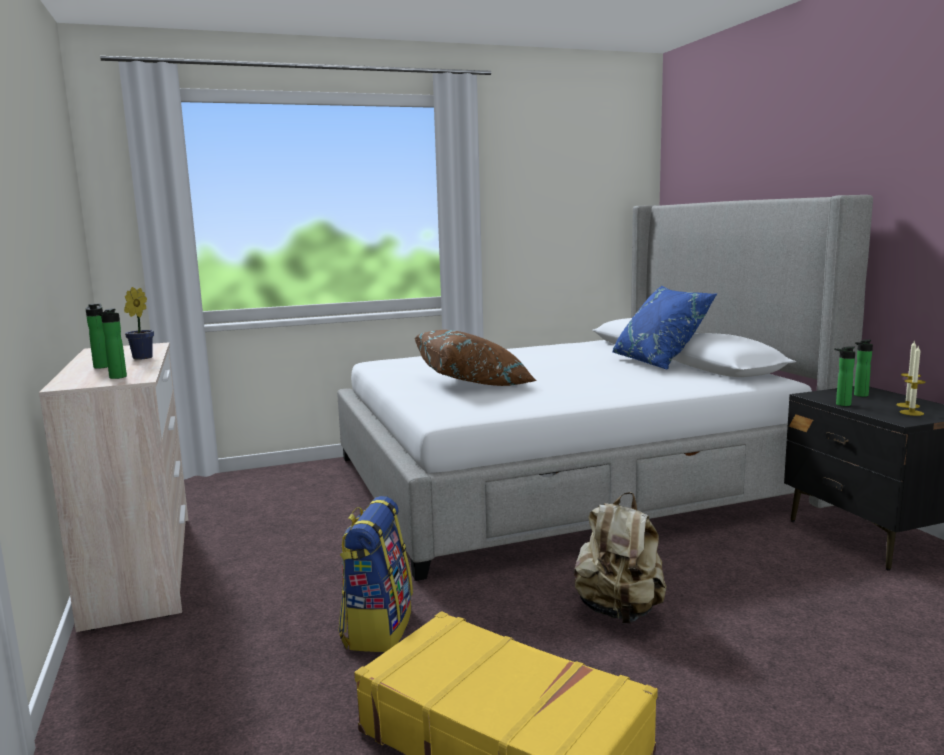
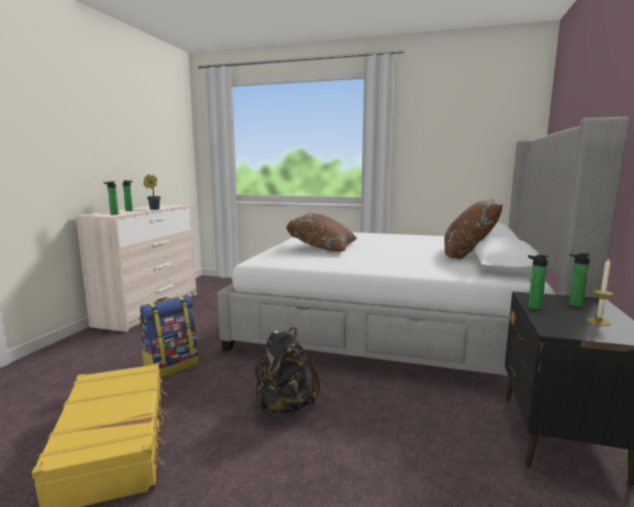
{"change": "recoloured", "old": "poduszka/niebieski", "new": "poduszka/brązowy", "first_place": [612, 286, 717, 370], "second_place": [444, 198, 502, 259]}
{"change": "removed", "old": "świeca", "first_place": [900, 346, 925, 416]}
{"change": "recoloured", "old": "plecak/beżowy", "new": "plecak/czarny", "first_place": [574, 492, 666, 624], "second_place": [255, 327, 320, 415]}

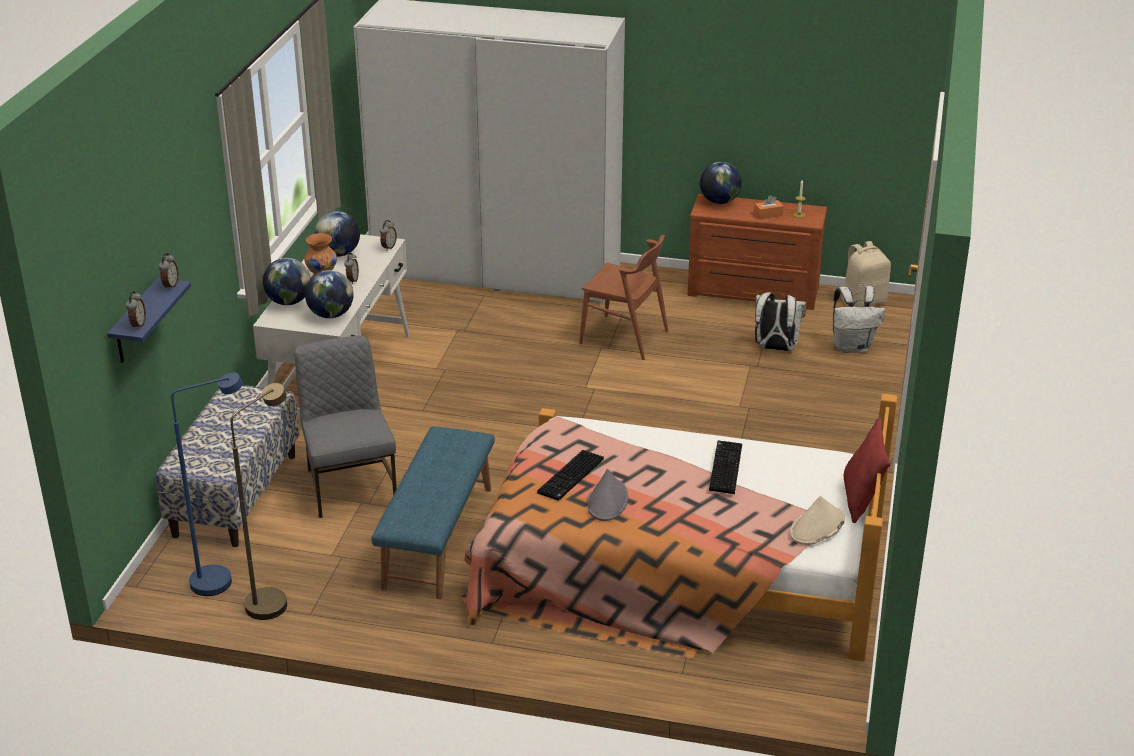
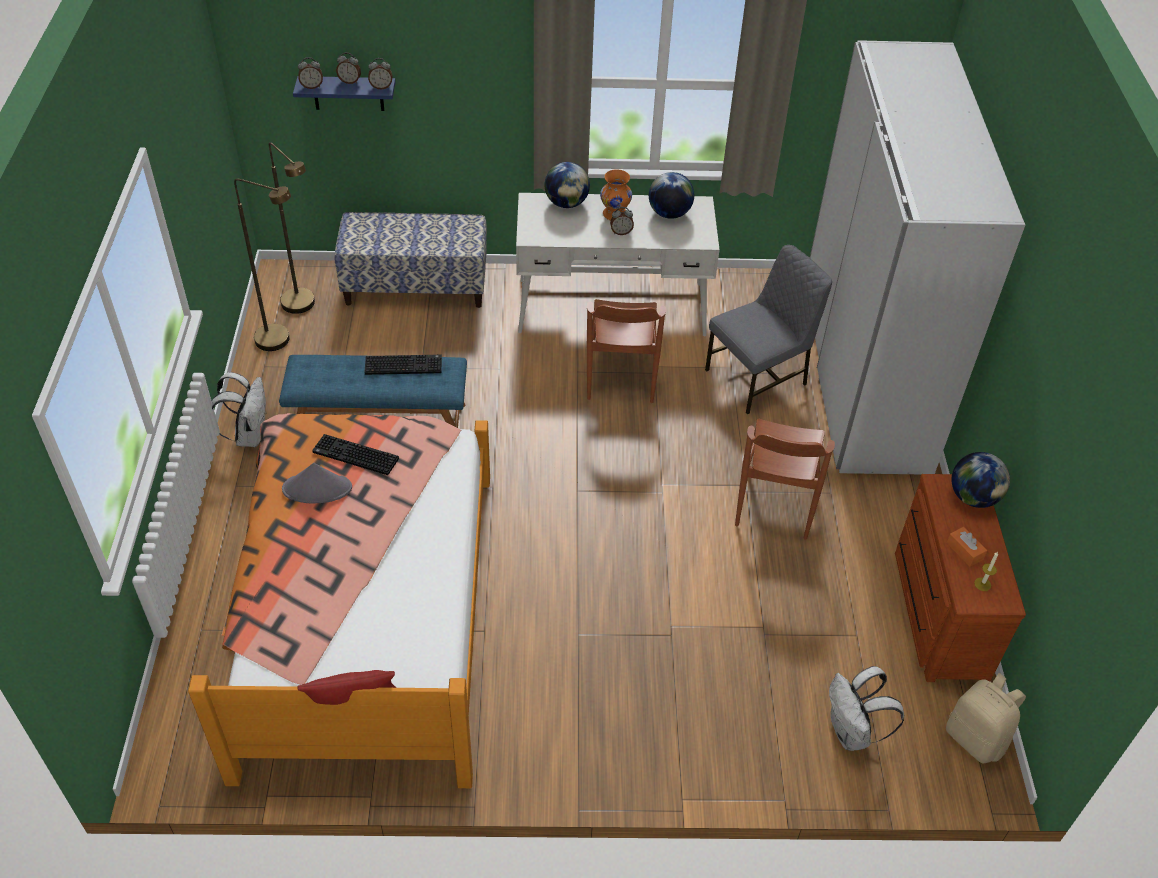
{"change": "moved", "old": "budzik", "first_place": [380, 220, 397, 251], "second_place": [336, 52, 361, 84]}
{"change": "removed", "old": "globus", "first_place": [305, 270, 354, 318]}
{"change": "moved", "old": "plecak/biały", "first_place": [755, 292, 806, 351], "second_place": [211, 372, 266, 447]}
{"change": "moved", "old": "krzesło/szary", "first_place": [294, 336, 397, 518], "second_place": [705, 245, 832, 414]}
{"change": "recoloured", "old": "lampa stojąca/niebieski", "new": "lampa stojąca/brązowy", "first_place": [171, 372, 243, 596], "second_place": [269, 142, 315, 314]}
{"change": "moved", "old": "klawiatura", "first_place": [709, 440, 742, 494], "second_place": [364, 355, 442, 375]}
{"change": "removed", "old": "kapelusz/beżowy", "first_place": [790, 496, 845, 545]}
{"change": "added", "new": "krzesło/brązowy", "second_place": [587, 299, 666, 403]}

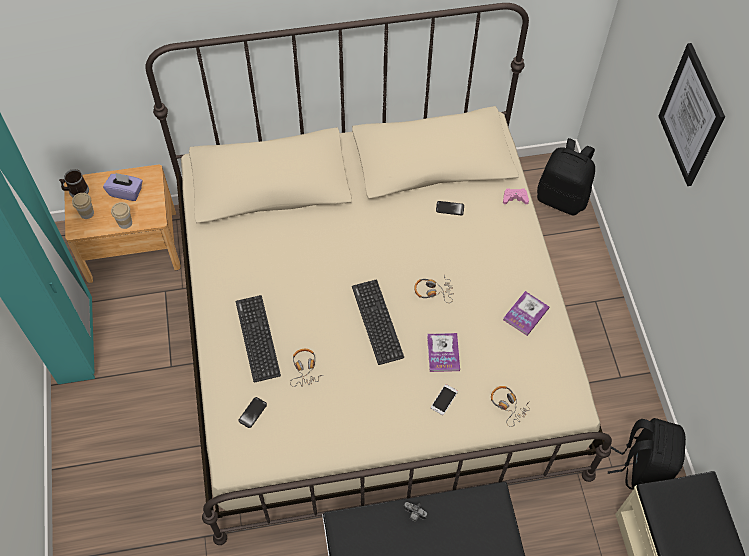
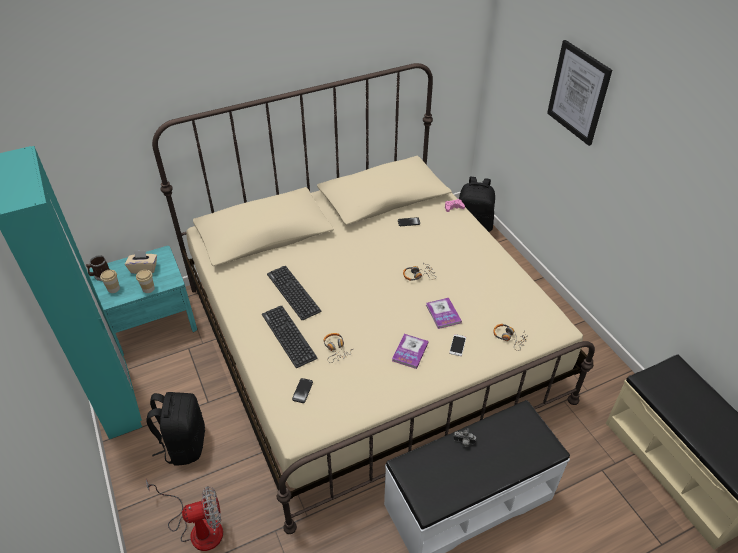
{"change": "recoloured", "old": "szafka nocna/brązowy", "new": "szafka nocna/turkusowy", "first_place": [64, 165, 181, 283], "second_place": [89, 246, 197, 356]}
{"change": "recoloured", "old": "pudełko chusteczek/fioletowy", "new": "pudełko chusteczek/beżowy", "first_place": [103, 172, 142, 201], "second_place": [125, 251, 157, 274]}
{"change": "moved", "old": "klawiatura", "first_place": [352, 279, 404, 365], "second_place": [267, 266, 321, 320]}
{"change": "moved", "old": "książka", "first_place": [503, 291, 549, 336], "second_place": [392, 334, 428, 369]}
{"change": "moved", "old": "plecak/czarny", "first_place": [607, 418, 686, 490], "second_place": [146, 392, 205, 465]}
{"change": "added", "new": "wentylator", "second_place": [146, 479, 223, 551]}

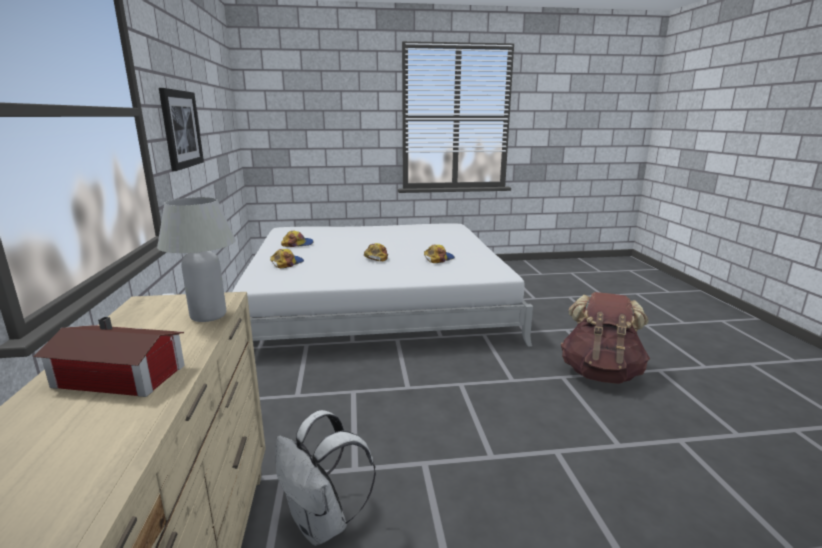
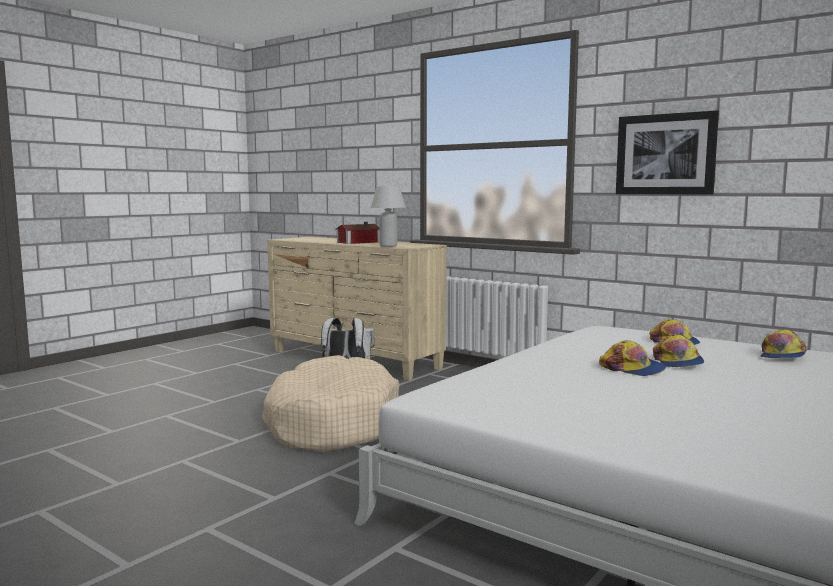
{"change": "moved", "old": "czapka z daszkiem", "first_place": [424, 245, 455, 263], "second_place": [653, 335, 704, 367]}
{"change": "removed", "old": "plecak/brązowy", "first_place": [561, 292, 650, 384]}
{"change": "added", "new": "legowisko/beżowy", "second_place": [262, 355, 399, 452]}

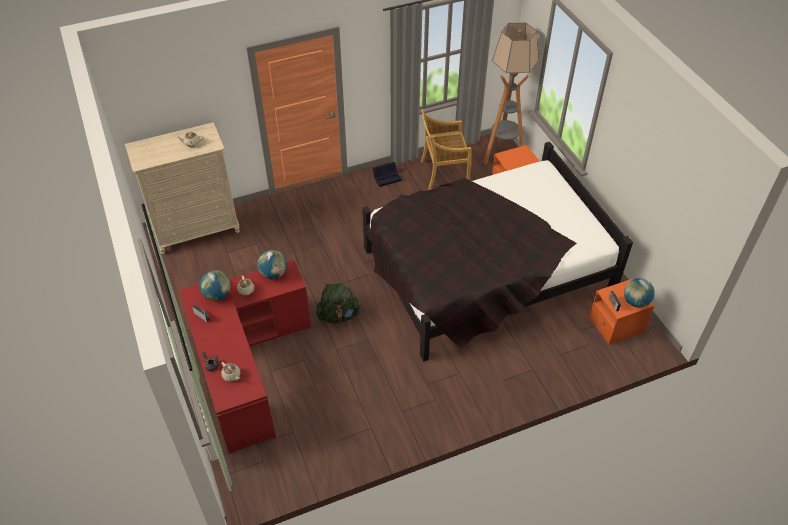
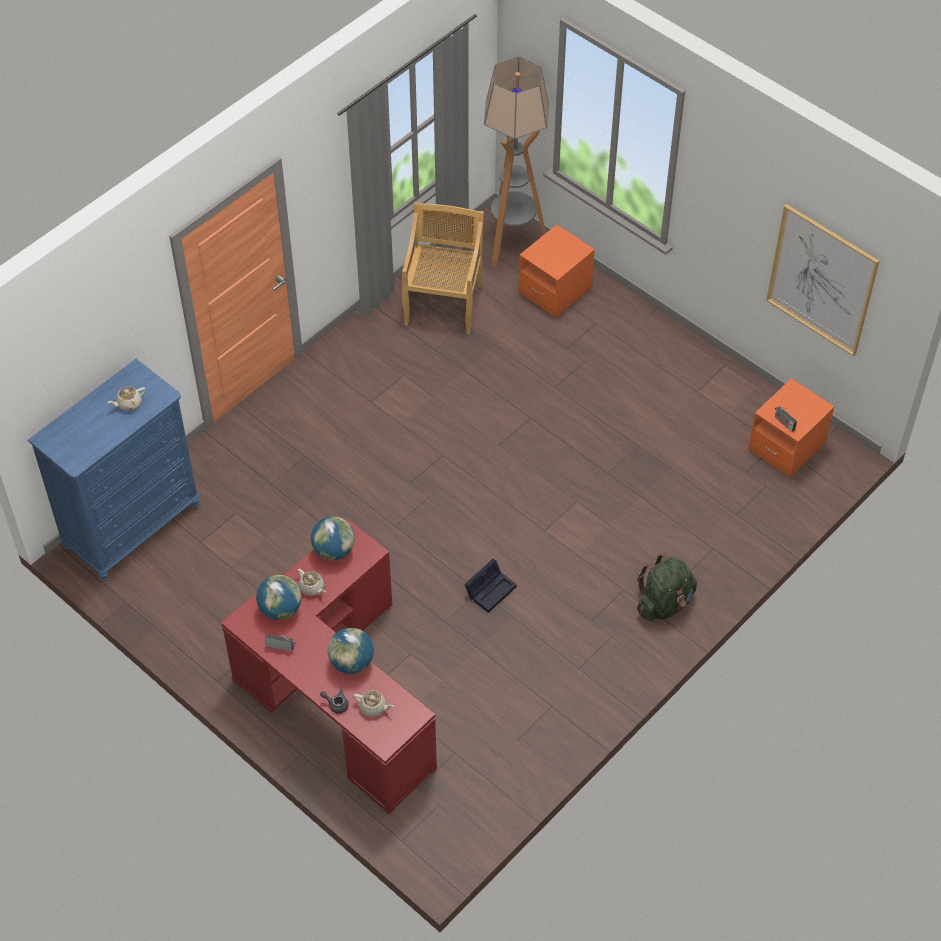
{"change": "turned", "old": "krzesło/beżowy", "first_place": [421, 109, 472, 190], "second_place": [402, 202, 484, 334], "degrees": 135}
{"change": "recoloured", "old": "komoda/beżowy", "new": "komoda/niebieski", "first_place": [125, 122, 240, 254], "second_place": [28, 359, 200, 581]}
{"change": "removed", "old": "łóżko/czarny", "first_place": [362, 142, 633, 361]}
{"change": "moved", "old": "pojemnik do przechowywania/czarny", "first_place": [373, 162, 401, 187], "second_place": [464, 559, 517, 613]}
{"change": "moved", "old": "globus", "first_place": [624, 278, 655, 308], "second_place": [328, 628, 374, 674]}
{"change": "moved", "old": "plecak/zielony", "first_place": [316, 281, 361, 323], "second_place": [637, 553, 697, 621]}
{"change": "added", "new": "obraz", "second_place": [766, 204, 879, 356]}

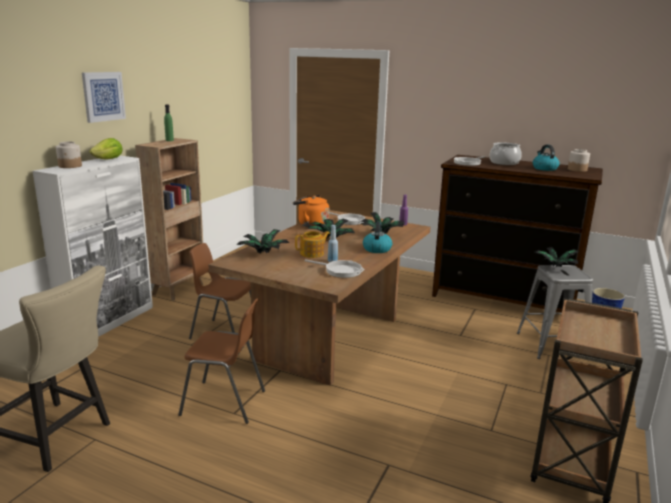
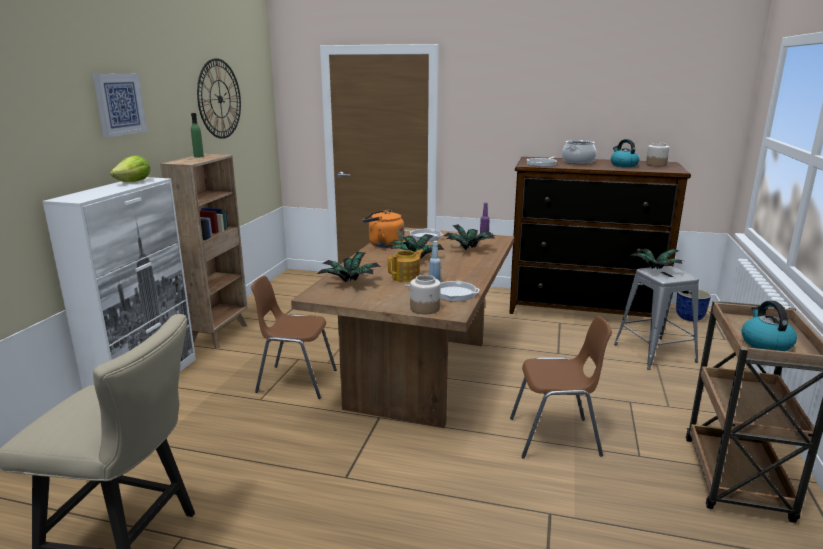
{"change": "moved", "old": "słoik", "first_place": [56, 142, 82, 168], "second_place": [410, 275, 441, 314]}
{"change": "moved", "old": "czajnik", "first_place": [363, 222, 392, 253], "second_place": [742, 301, 797, 351]}
{"change": "moved", "old": "krzesło/brązowy", "first_place": [178, 298, 265, 424], "second_place": [510, 316, 612, 459]}
{"change": "added", "new": "zegar ścienny", "second_place": [197, 58, 241, 139]}

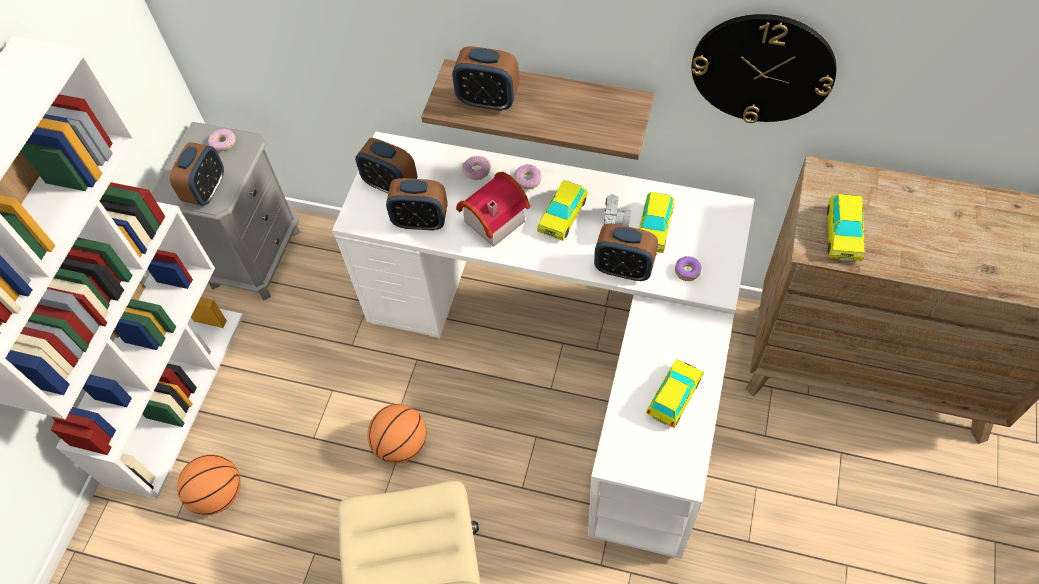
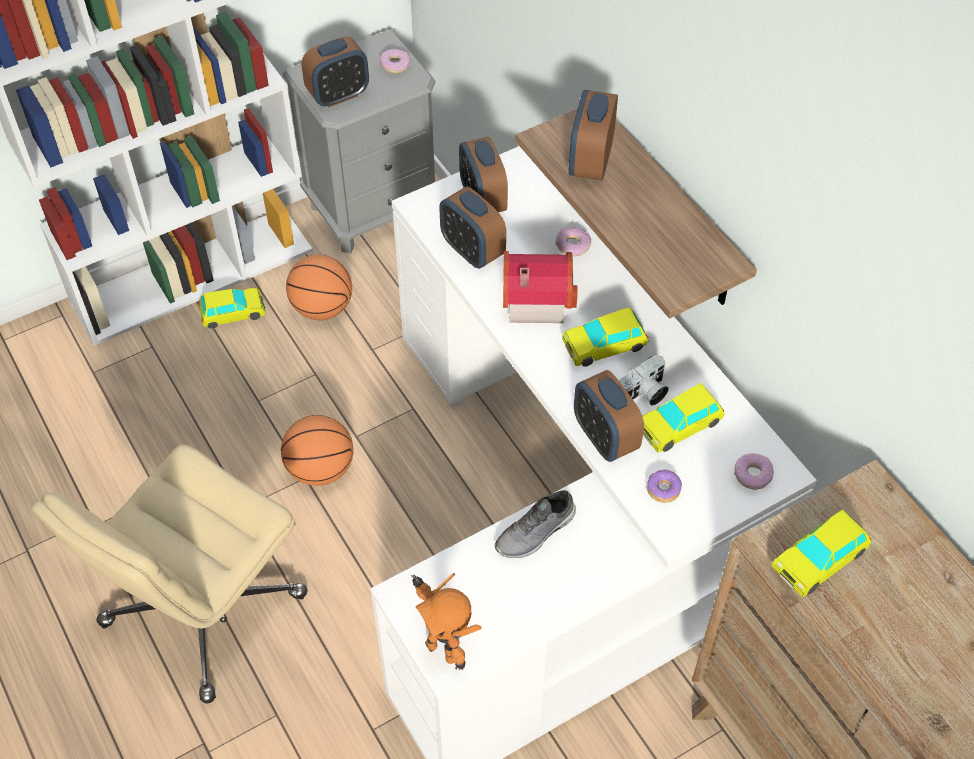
{"change": "removed", "old": "zegar ścienny", "first_place": [691, 14, 837, 123]}
{"change": "turned", "old": "budzik", "first_place": [452, 46, 519, 111], "second_place": [569, 90, 618, 181], "degrees": 45}
{"change": "moved", "old": "donut", "first_place": [514, 164, 542, 189], "second_place": [734, 453, 774, 490]}
{"change": "moved", "old": "samochodzik", "first_place": [646, 359, 704, 428], "second_place": [198, 288, 265, 329]}
{"change": "moved", "old": "piłka do koszykówki", "first_place": [177, 454, 241, 515], "second_place": [286, 255, 352, 320]}
{"change": "added", "new": "but/szary", "second_place": [495, 490, 576, 558]}
{"change": "added", "new": "robot zabawkowy", "second_place": [411, 573, 481, 671]}

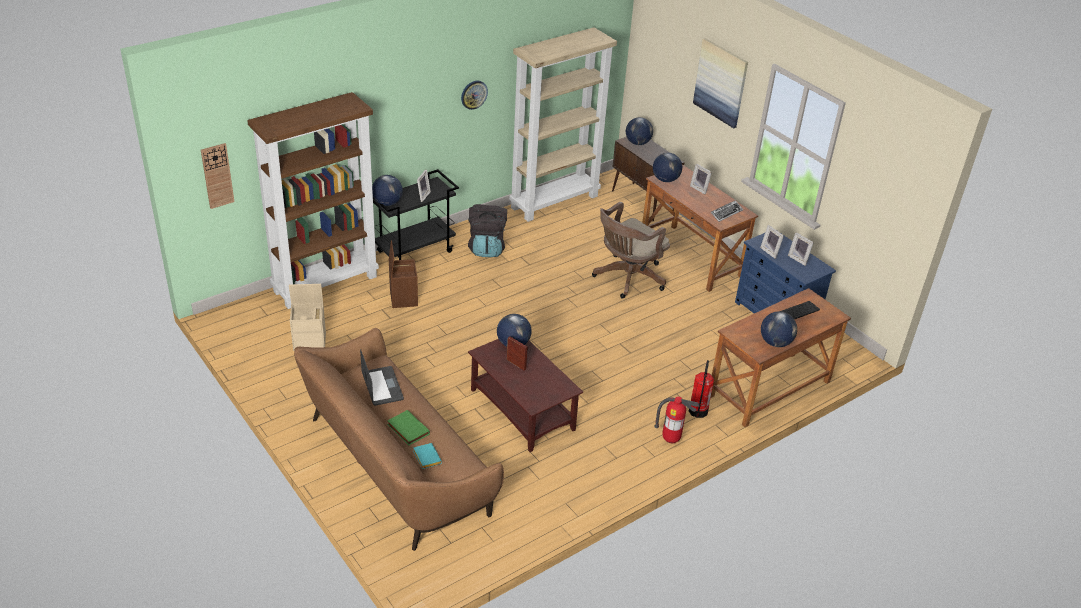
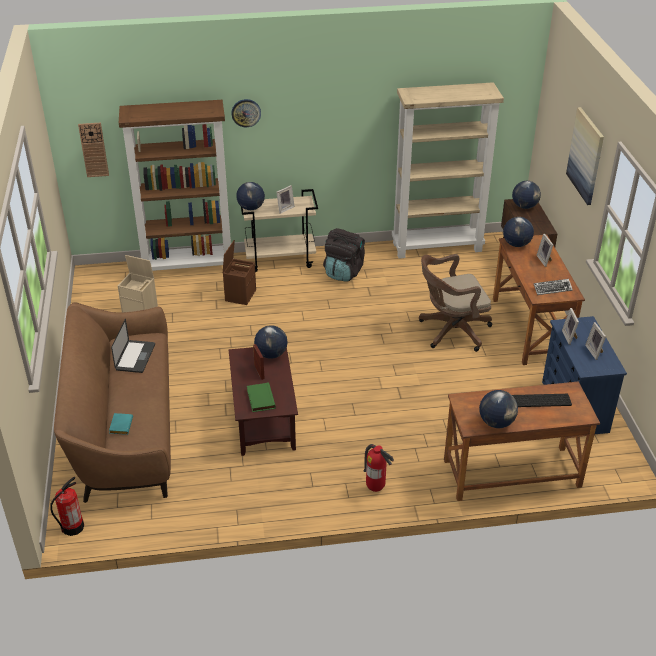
{"change": "moved", "old": "zegar ścienny", "first_place": [461, 81, 488, 110], "second_place": [231, 99, 261, 127]}
{"change": "recoloured", "old": "wózek/czarny", "new": "wózek/beżowy", "first_place": [373, 169, 459, 260], "second_place": [241, 189, 318, 272]}
{"change": "moved", "old": "gaśnica", "first_place": [689, 360, 714, 418], "second_place": [50, 477, 84, 536]}
{"change": "moved", "old": "książka/zielony", "first_place": [387, 410, 430, 445], "second_place": [247, 382, 276, 412]}

